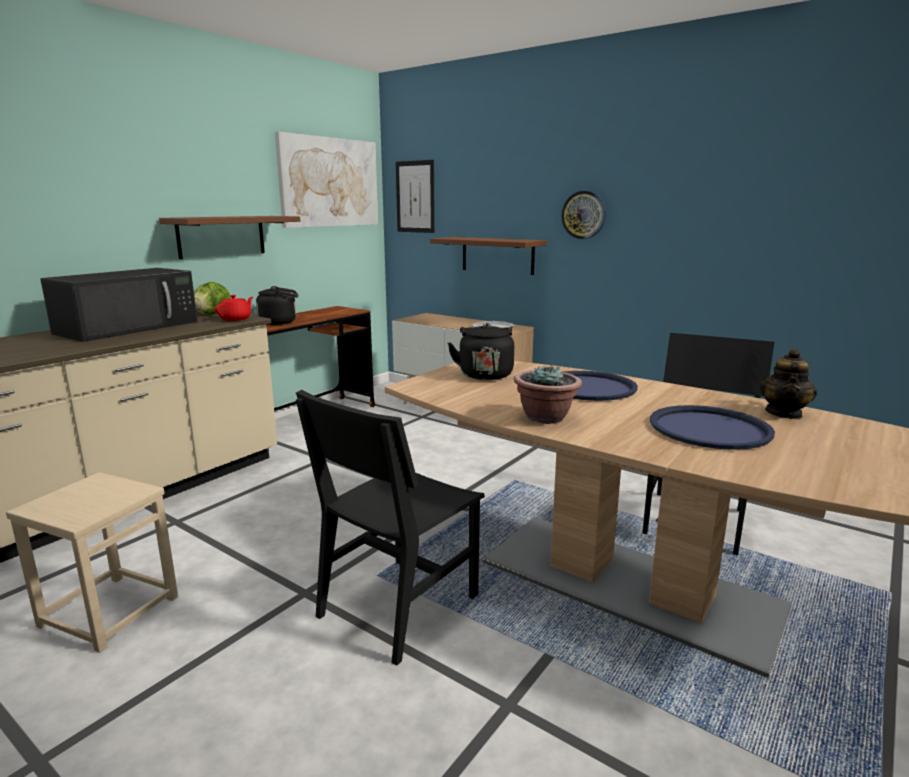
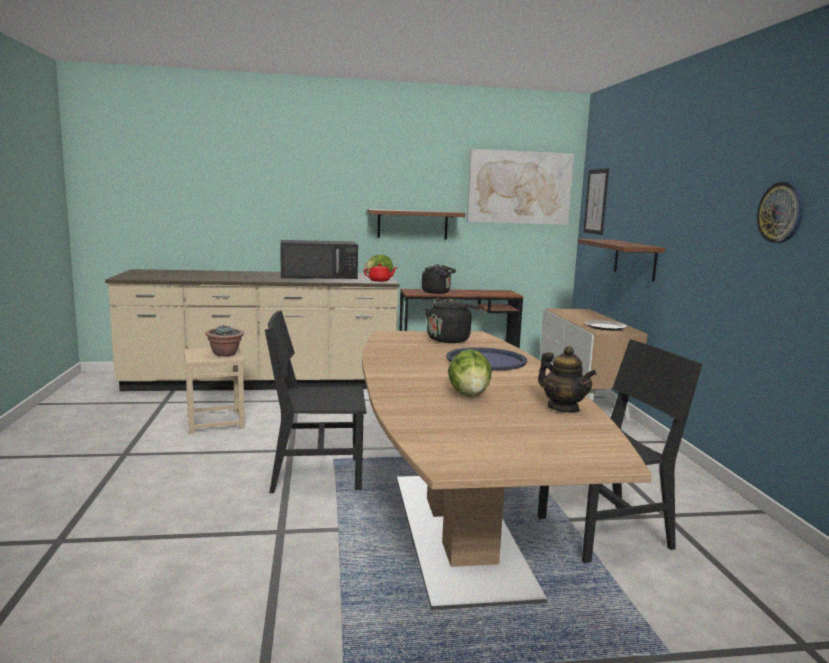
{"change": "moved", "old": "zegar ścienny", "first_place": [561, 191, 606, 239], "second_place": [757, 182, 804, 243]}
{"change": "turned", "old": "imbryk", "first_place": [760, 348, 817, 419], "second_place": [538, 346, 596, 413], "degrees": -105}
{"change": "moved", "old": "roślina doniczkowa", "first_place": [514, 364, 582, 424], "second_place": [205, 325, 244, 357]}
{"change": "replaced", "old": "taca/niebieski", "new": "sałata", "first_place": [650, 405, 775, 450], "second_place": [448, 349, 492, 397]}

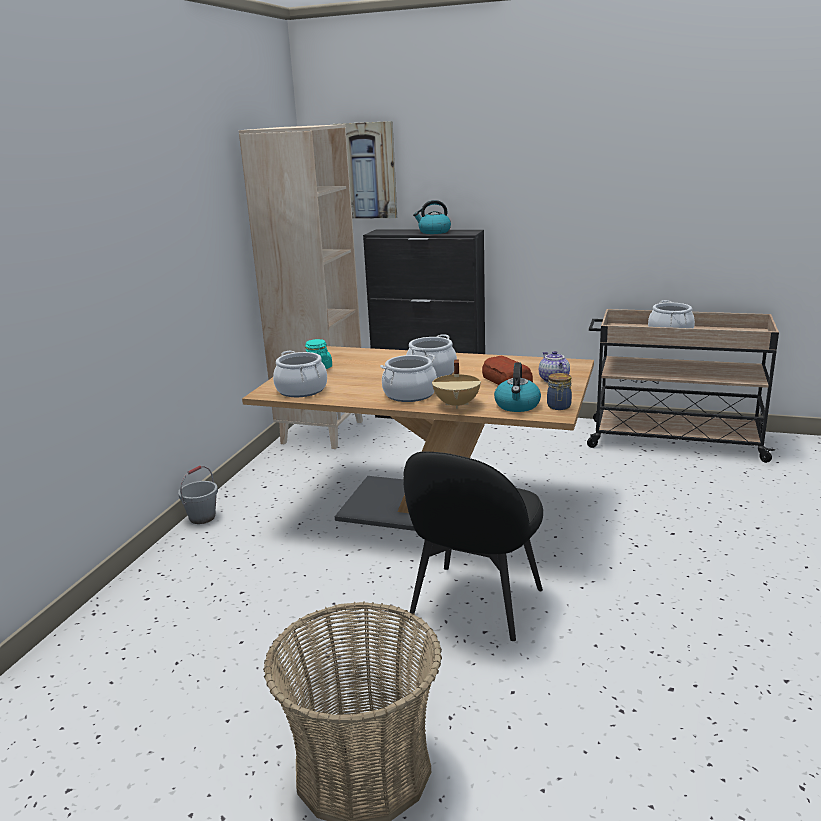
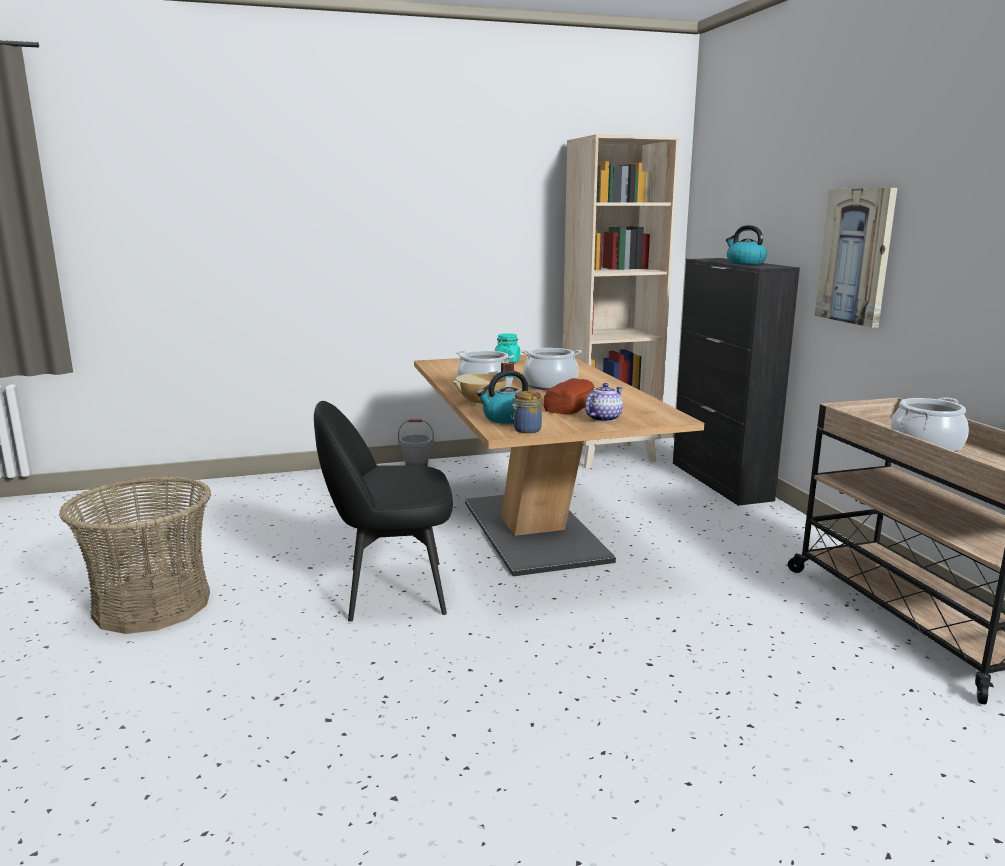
{"change": "moved", "old": "obraz", "first_place": [333, 121, 397, 218], "second_place": [815, 188, 897, 328]}
{"change": "removed", "old": "garnek", "first_place": [273, 351, 327, 397]}

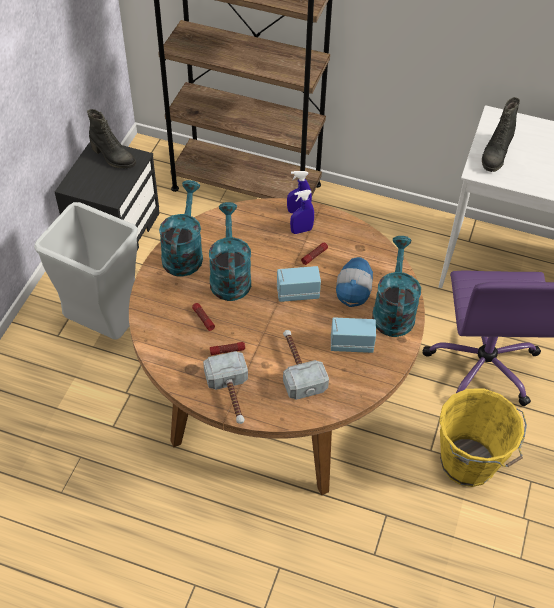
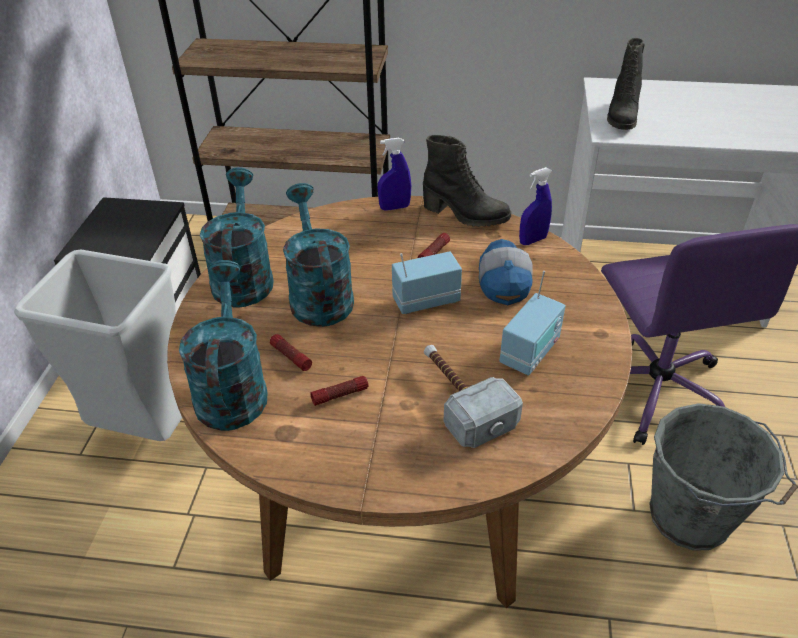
{"change": "moved", "old": "but z cholewką/czarny", "first_place": [87, 109, 136, 169], "second_place": [423, 135, 511, 227]}
{"change": "moved", "old": "spryskiwacz/niebieski", "first_place": [290, 190, 314, 234], "second_place": [519, 167, 552, 245]}
{"change": "moved", "old": "konewka/turkusowy", "first_place": [372, 236, 421, 337], "second_place": [179, 260, 268, 431]}
{"change": "turned", "old": "radio", "first_place": [331, 317, 376, 353], "second_place": [499, 271, 566, 375], "degrees": 135}
{"change": "removed", "old": "młotek", "first_place": [203, 351, 248, 424]}
{"change": "recoloured", "old": "wiadro/żółty", "new": "wiadro/szary", "first_place": [439, 388, 527, 487], "second_place": [650, 403, 798, 551]}

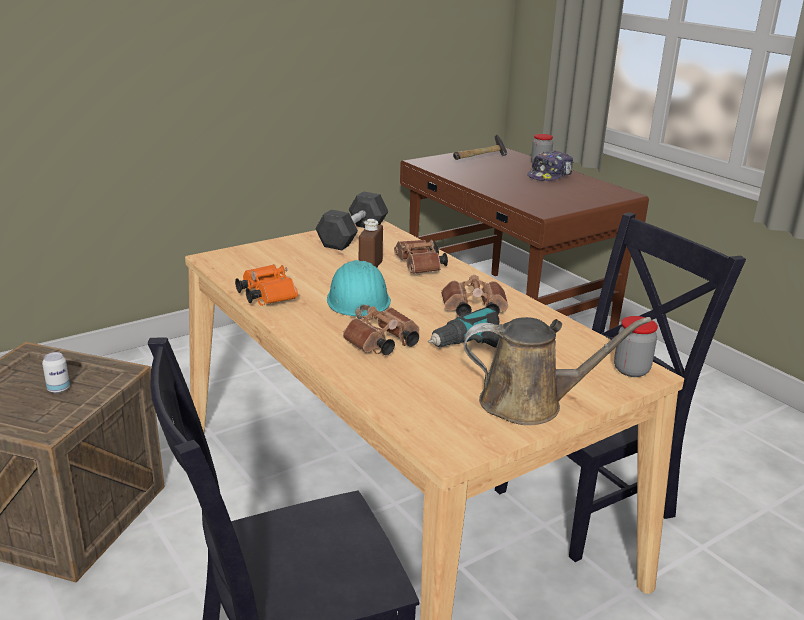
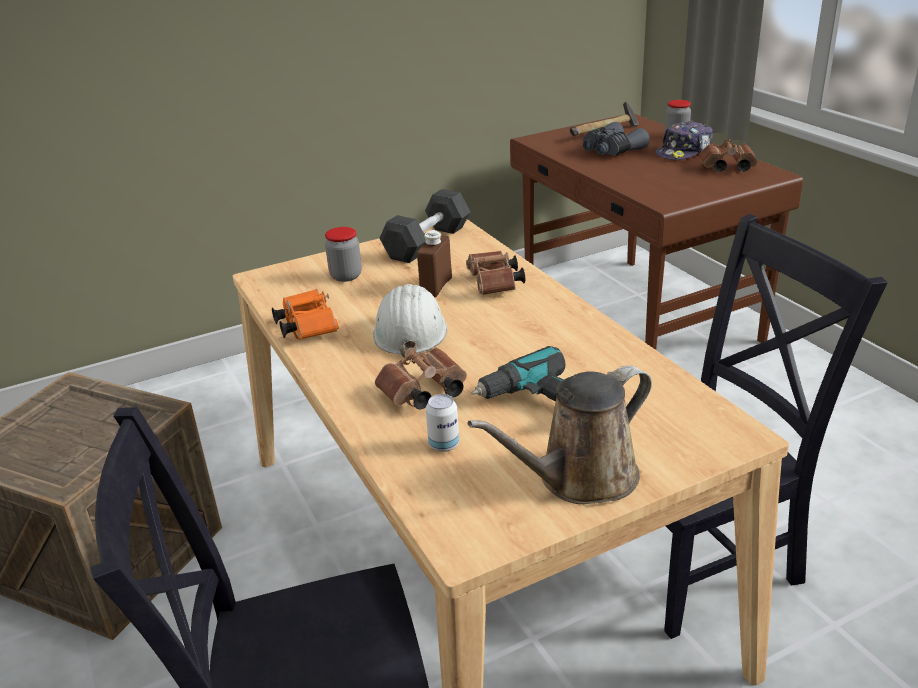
{"change": "recoloured", "old": "kask/turkusowy", "new": "kask/biały", "first_place": [327, 260, 391, 319], "second_place": [373, 284, 447, 358]}
{"change": "moved", "old": "lornetka/brązowy", "first_place": [441, 275, 508, 316], "second_place": [699, 139, 757, 172]}
{"change": "moved", "old": "słoik", "first_place": [614, 316, 658, 377], "second_place": [325, 227, 362, 282]}
{"change": "turned", "old": "konewka/brązowy", "first_place": [464, 317, 651, 425], "second_place": [468, 365, 652, 504], "degrees": 135}
{"change": "moved", "old": "puszka", "first_place": [42, 352, 70, 393], "second_place": [426, 394, 459, 452]}
{"change": "added", "new": "lornetka/szary", "second_place": [583, 122, 650, 156]}

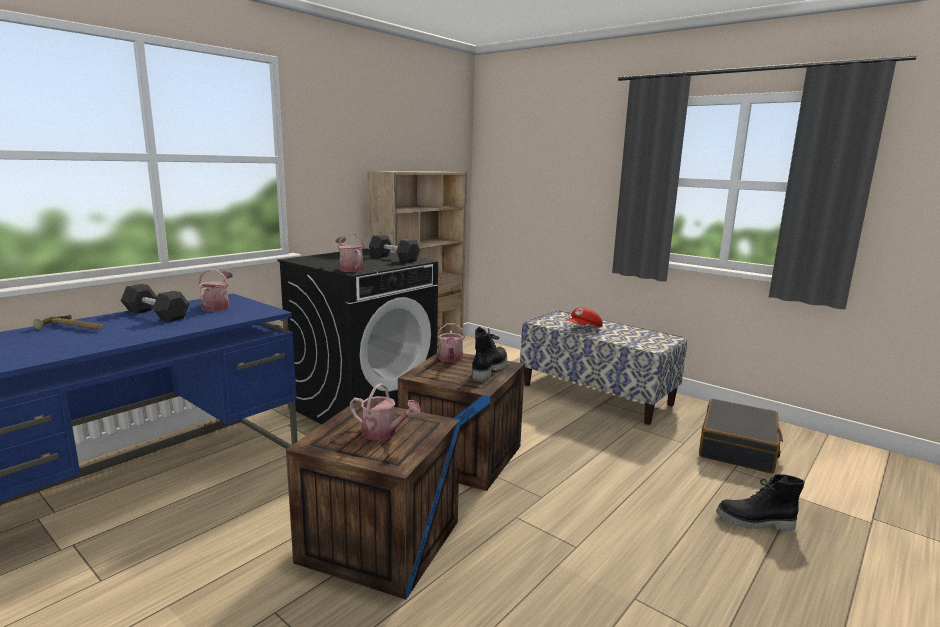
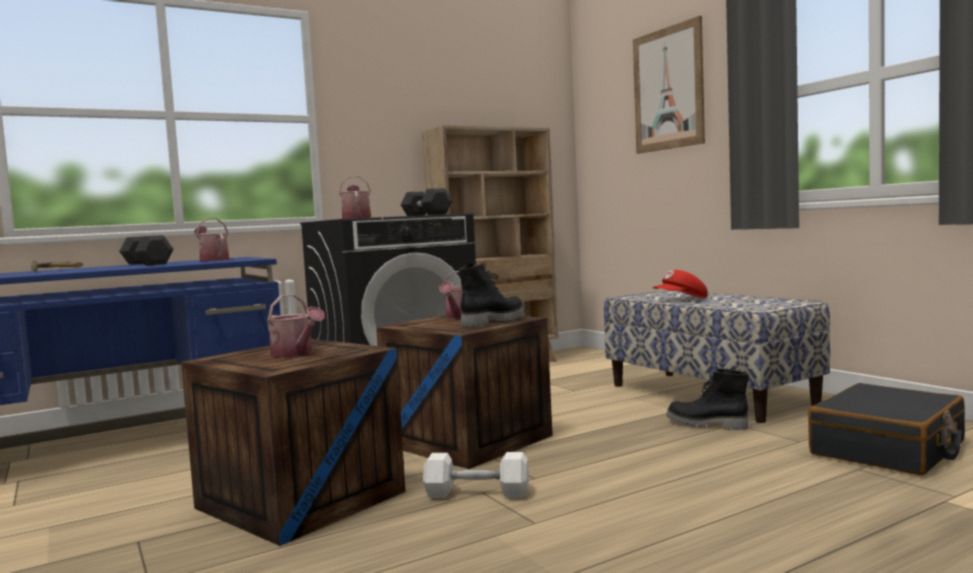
{"change": "turned", "old": "konewka", "first_place": [198, 269, 233, 311], "second_place": [194, 218, 229, 261], "degrees": -60}
{"change": "moved", "old": "but z cholewką/czarny", "first_place": [716, 474, 805, 531], "second_place": [666, 369, 749, 430]}
{"change": "added", "new": "obraz", "second_place": [633, 16, 705, 154]}
{"change": "added", "new": "hantel/biały", "second_place": [423, 452, 529, 498]}

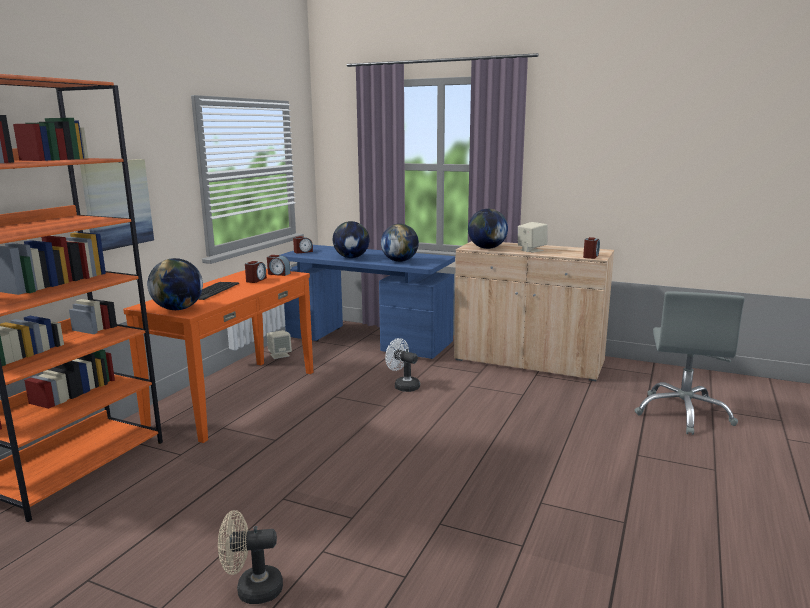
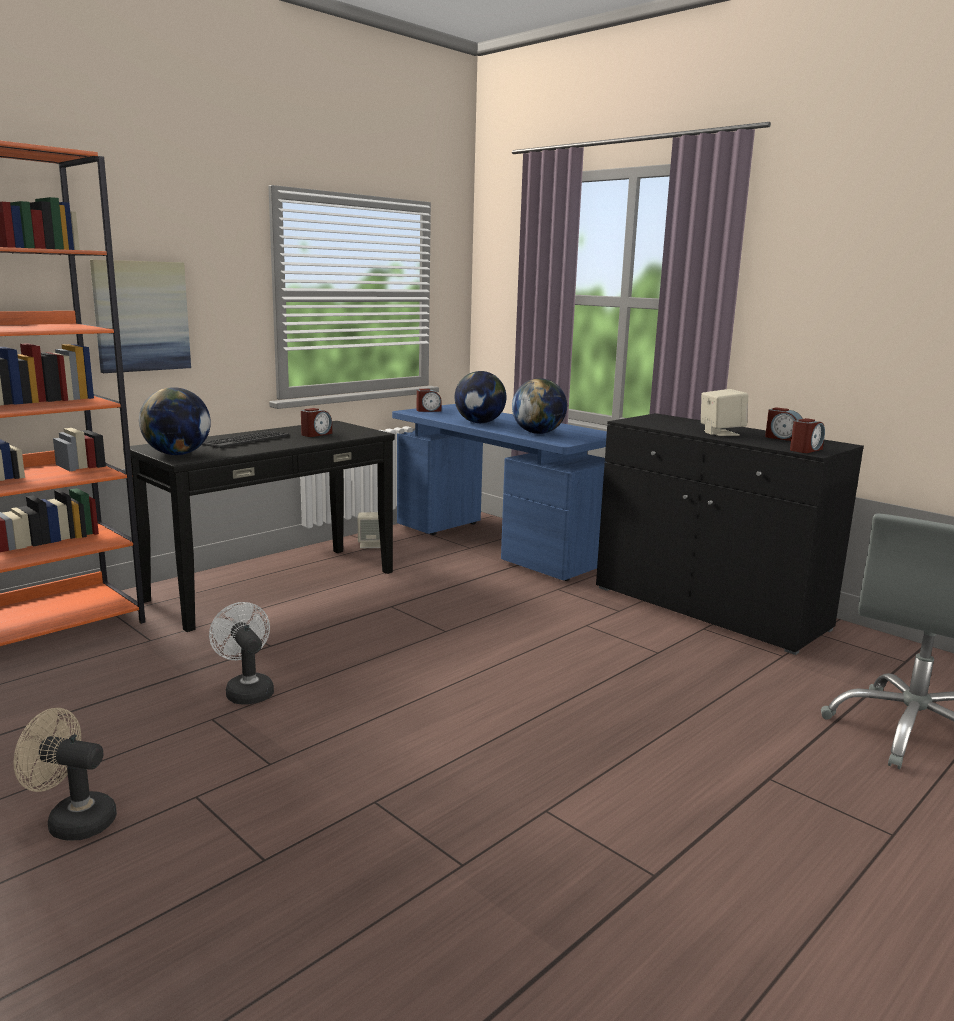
{"change": "removed", "old": "globus", "first_place": [468, 209, 508, 249]}
{"change": "recoloured", "old": "szafka/beżowy", "new": "szafka/czarny", "first_place": [454, 241, 614, 381], "second_place": [596, 413, 864, 655]}
{"change": "moved", "old": "budzik", "first_place": [267, 255, 291, 276], "second_place": [765, 407, 803, 441]}
{"change": "recoloured", "old": "stolik konsolowy/pomarańczowy", "new": "stolik konsolowy/czarny", "first_place": [123, 269, 313, 443], "second_place": [123, 421, 395, 632]}
{"change": "moved", "old": "wentylator/biały", "first_place": [385, 338, 420, 392], "second_place": [209, 602, 274, 705]}

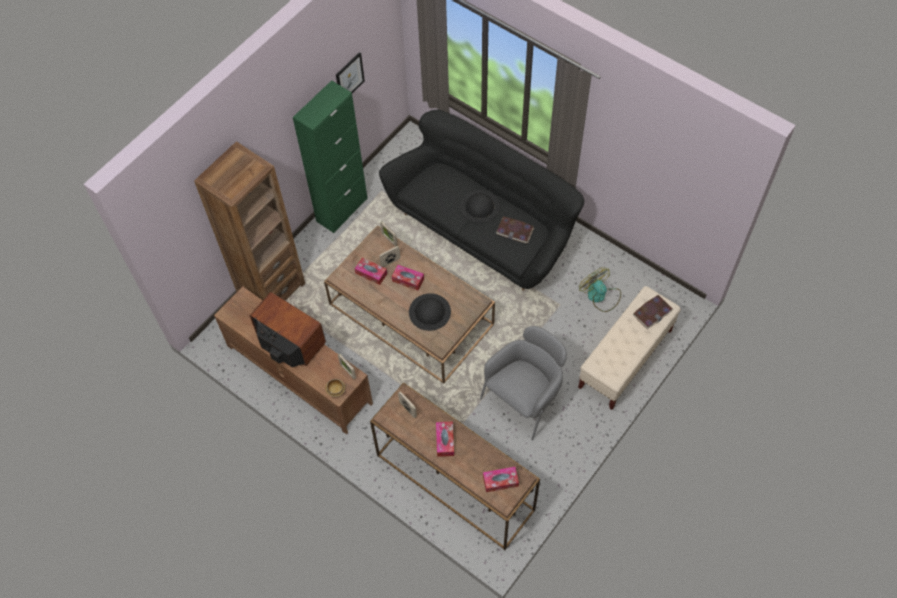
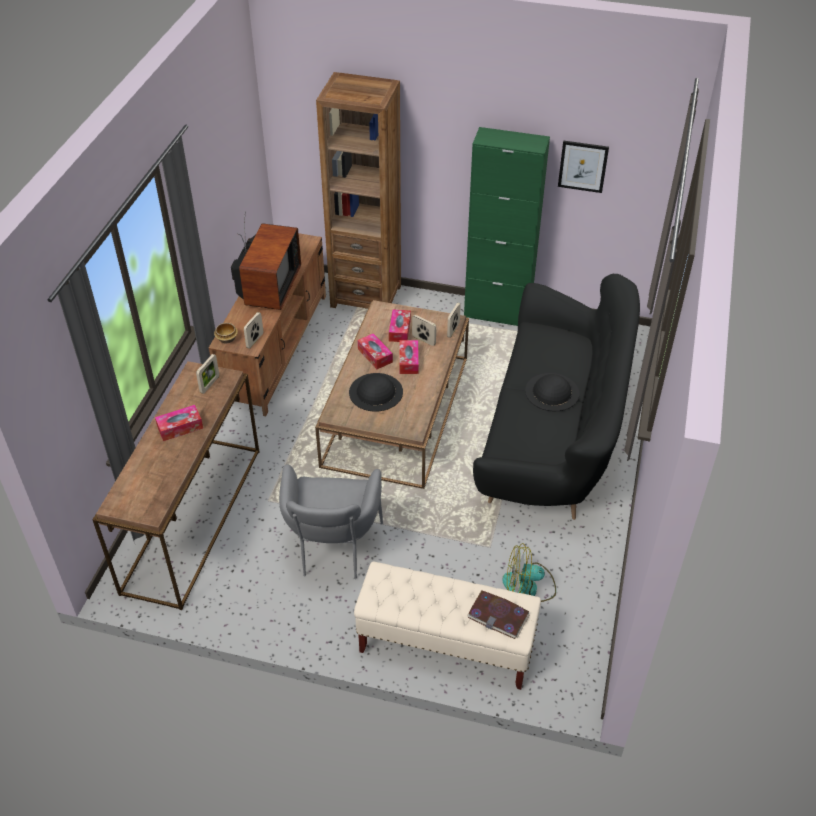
{"change": "removed", "old": "książka", "first_place": [496, 216, 534, 244]}
{"change": "turned", "old": "wentylator", "first_place": [579, 267, 621, 312], "second_place": [502, 543, 556, 602], "degrees": -120}
{"change": "turned", "old": "fotel/szary", "first_place": [480, 326, 567, 440], "second_place": [279, 464, 383, 579], "degrees": 75}
{"change": "moved", "old": "pudełko chusteczek", "first_place": [483, 467, 519, 492], "second_place": [358, 333, 393, 369]}

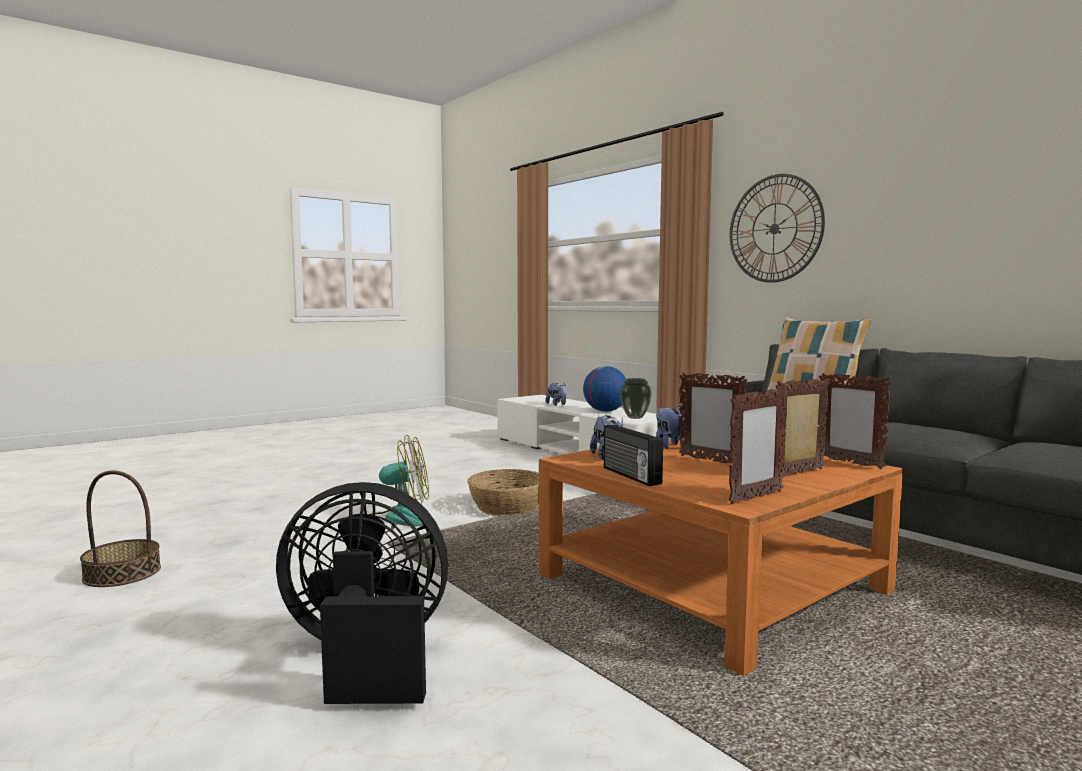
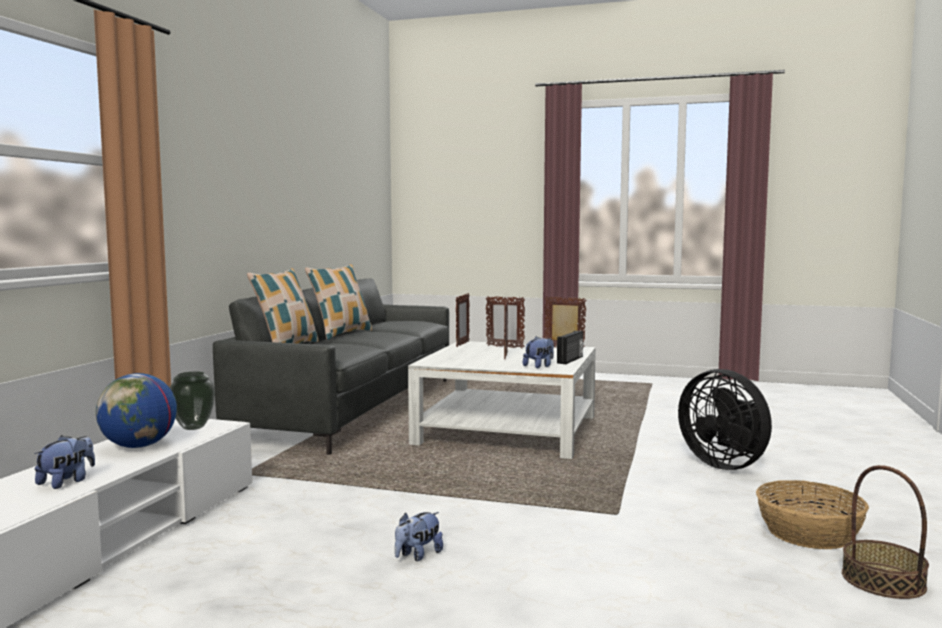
{"change": "removed", "old": "zegar ścienny", "first_place": [730, 174, 825, 283]}
{"change": "moved", "old": "pluszak", "first_place": [656, 406, 687, 449], "second_place": [395, 512, 443, 561]}
{"change": "removed", "old": "wentylator", "first_place": [369, 435, 429, 533]}
{"change": "recoloured", "old": "ława/pomarańczowy", "new": "ława/biały", "first_place": [539, 435, 903, 676], "second_place": [408, 341, 596, 459]}
{"change": "moved", "old": "koszyk", "first_place": [467, 469, 539, 516], "second_place": [756, 480, 869, 549]}
{"change": "added", "new": "poduszka", "second_place": [305, 264, 372, 340]}

